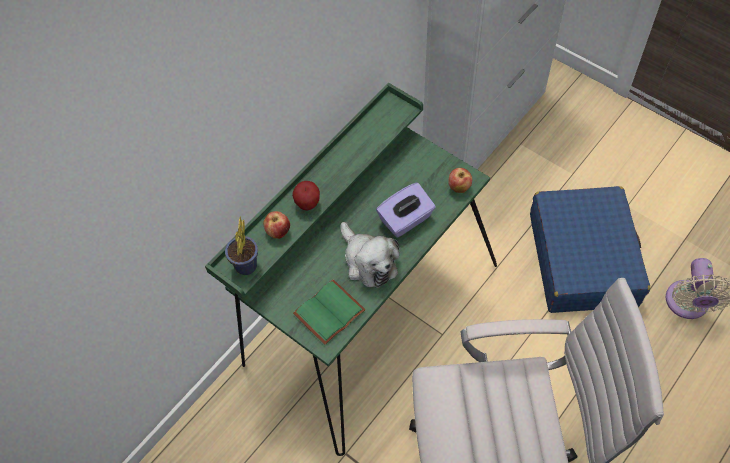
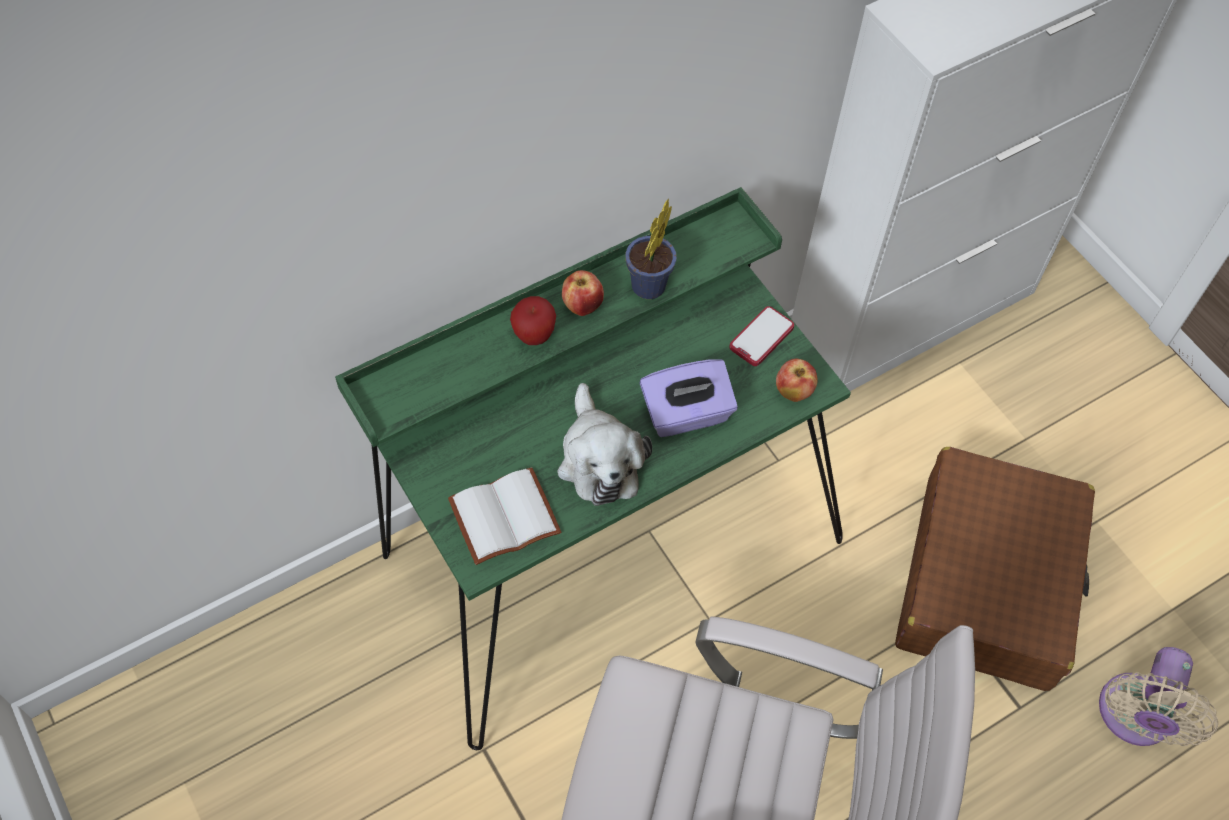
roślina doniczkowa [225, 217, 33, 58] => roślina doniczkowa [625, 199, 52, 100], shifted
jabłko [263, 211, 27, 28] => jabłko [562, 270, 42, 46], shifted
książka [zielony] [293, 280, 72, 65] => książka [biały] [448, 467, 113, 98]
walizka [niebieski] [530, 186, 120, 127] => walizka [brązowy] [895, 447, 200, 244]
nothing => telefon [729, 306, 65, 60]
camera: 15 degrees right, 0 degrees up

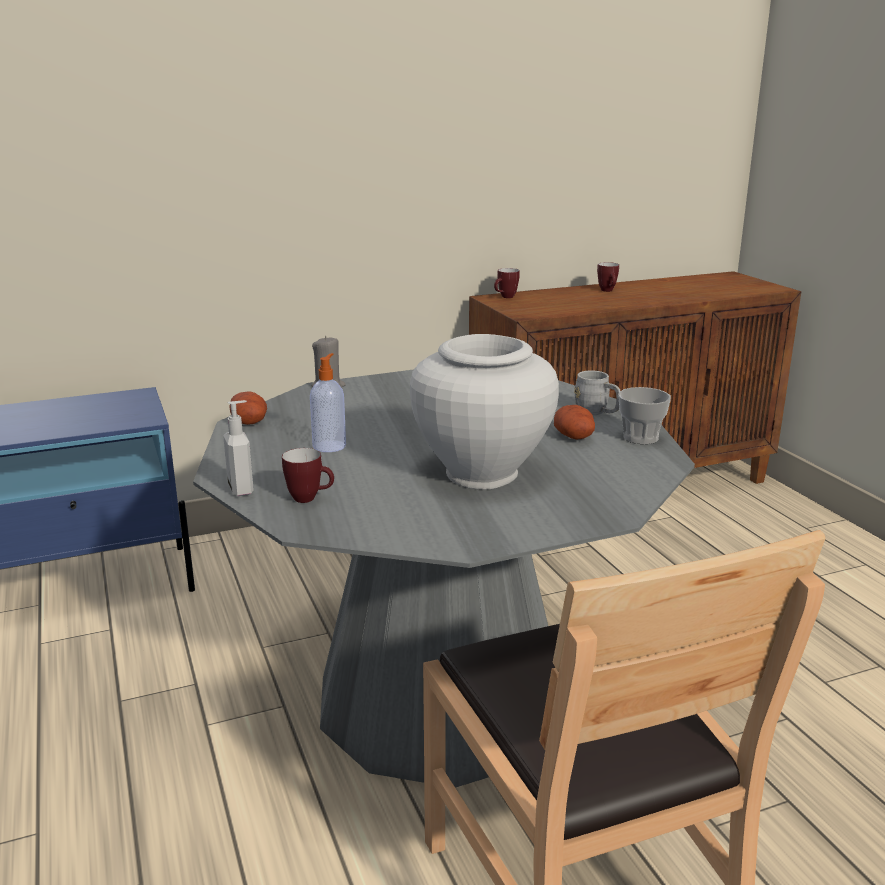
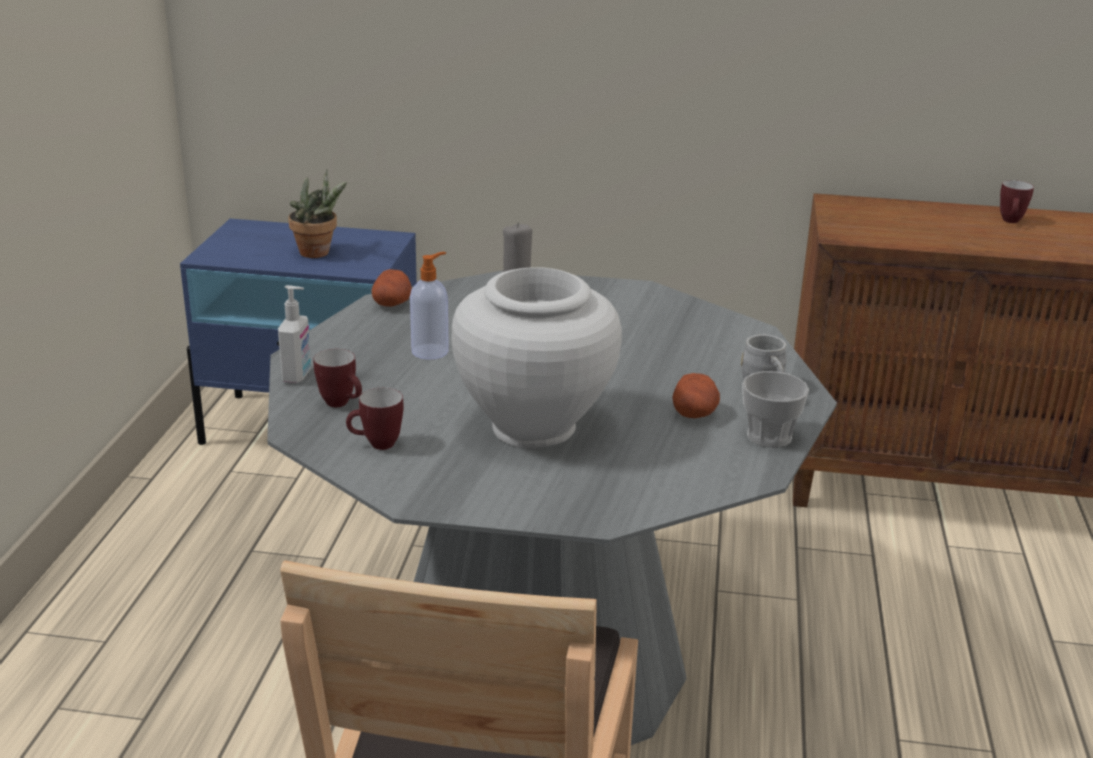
kubek [494, 268, 26, 30] => kubek [346, 388, 58, 62], shifted
nothing => roślina doniczkowa [288, 169, 59, 89]
camera: 30 degrees right, 5 degrees up

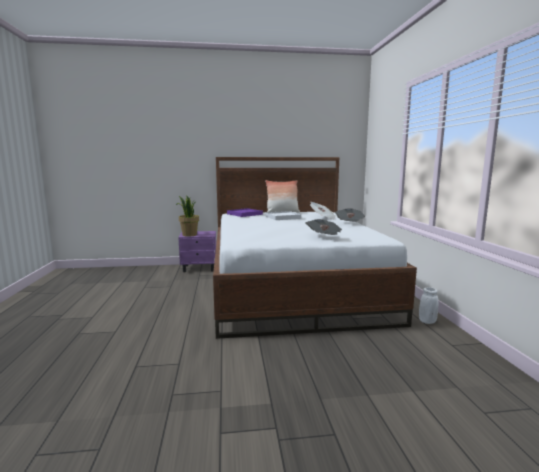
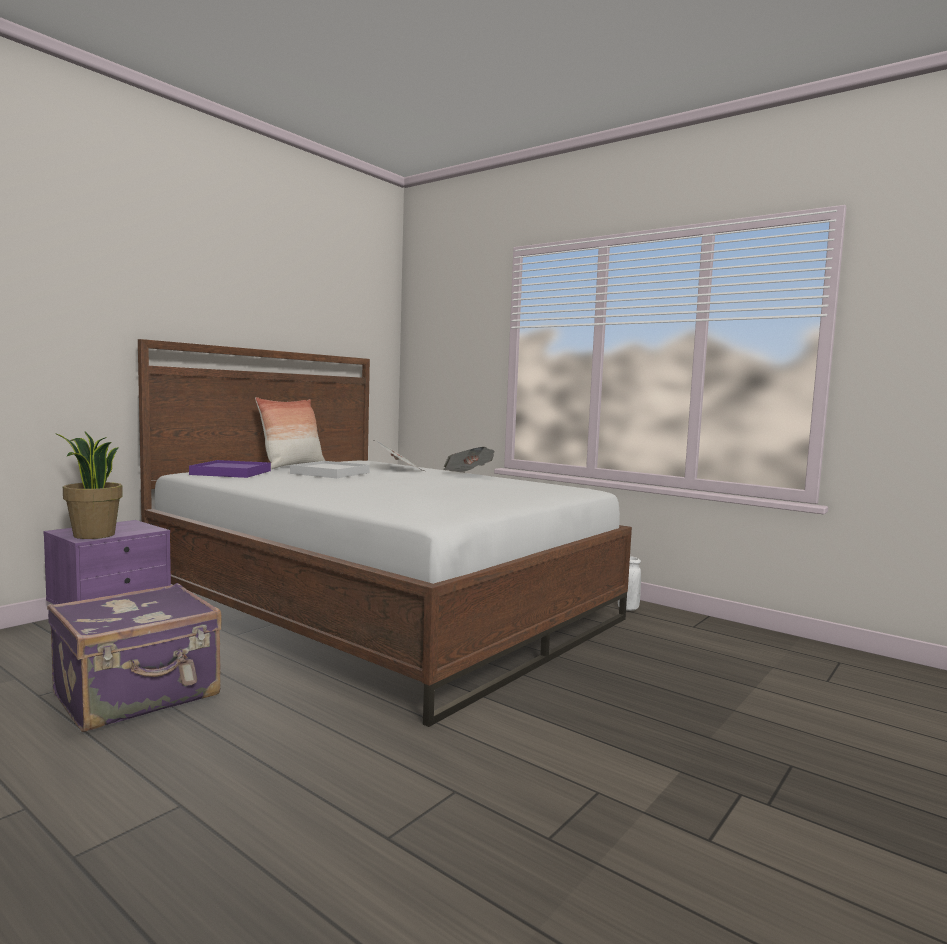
gazeta [306, 219, 36, 16] => nothing
nothing => walizka [fioletowy] [47, 583, 175, 149]
camera: 45 degrees left, 5 degrees down

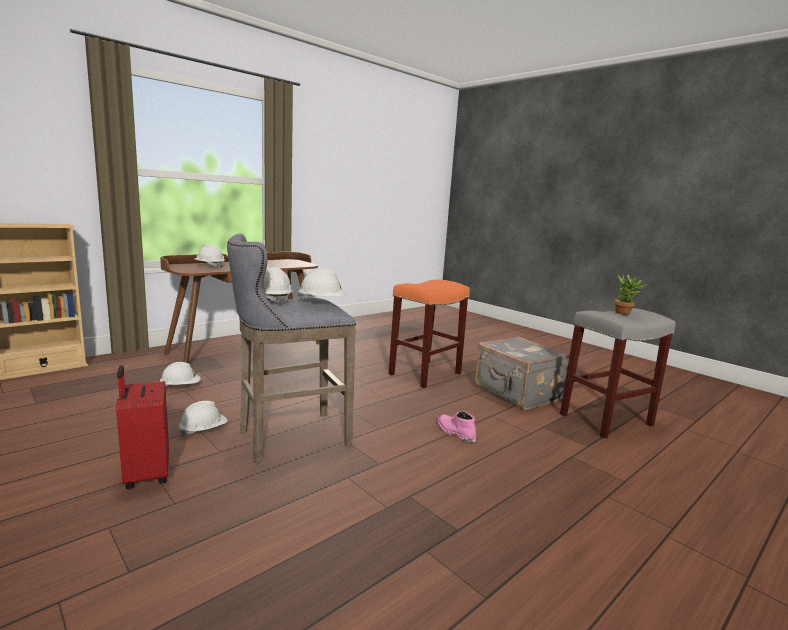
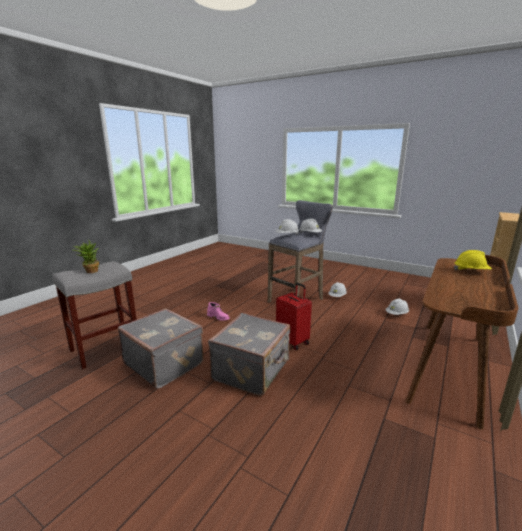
walizka [czerwony] [116, 365, 53, 124] => walizka [czerwony] [276, 283, 36, 67], shifted
kask [biały] [195, 244, 30, 24] => kask [żółty] [454, 250, 38, 20]
stołek [pomarańczowy] [388, 279, 82, 109] => walizka [szary] [208, 313, 82, 83]
camera: 165 degrees right, 5 degrees up

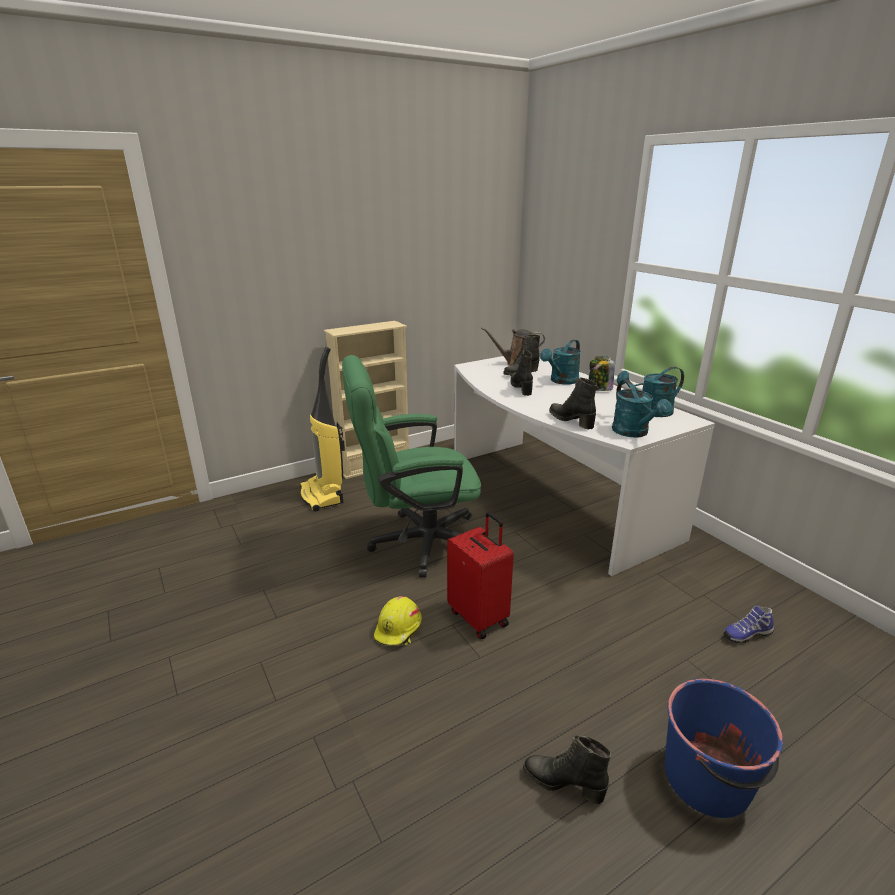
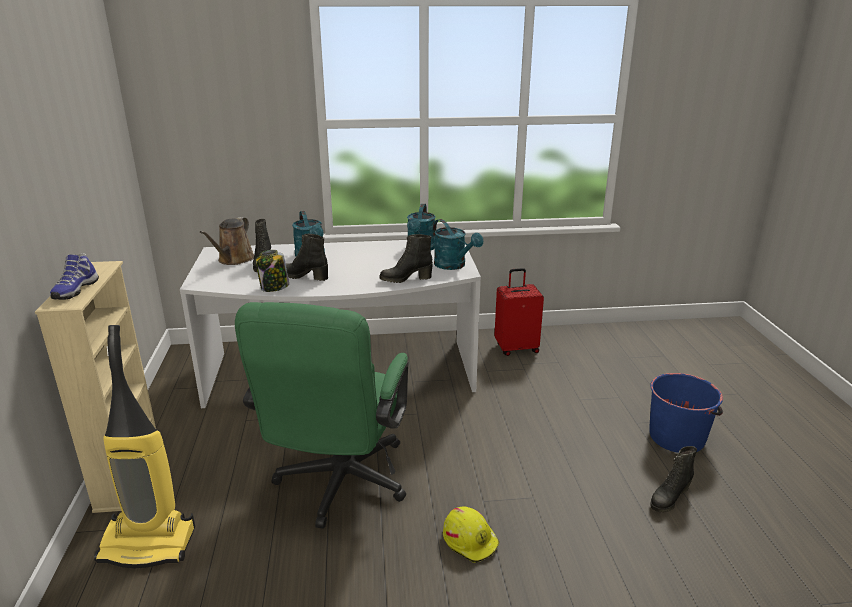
walizka [czerwony] [447, 512, 67, 127] => walizka [czerwony] [494, 268, 50, 88], shifted
słoik [589, 356, 26, 35] => słoik [256, 250, 33, 42], shifted
konewka [turkusowy] [612, 379, 60, 59] => konewka [turkusowy] [433, 219, 50, 51], 45 degrees clockwise
but [723, 606, 51, 37] => but [50, 253, 49, 47], shifted
camera: 65 degrees left, 0 degrees up

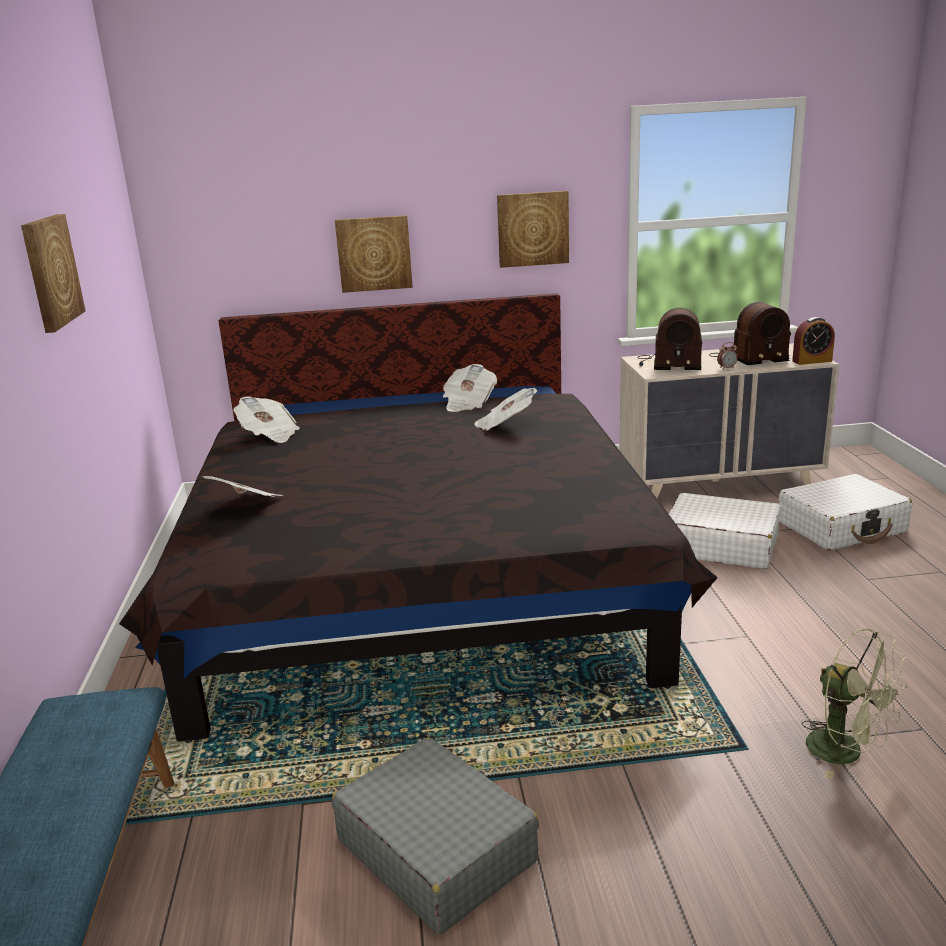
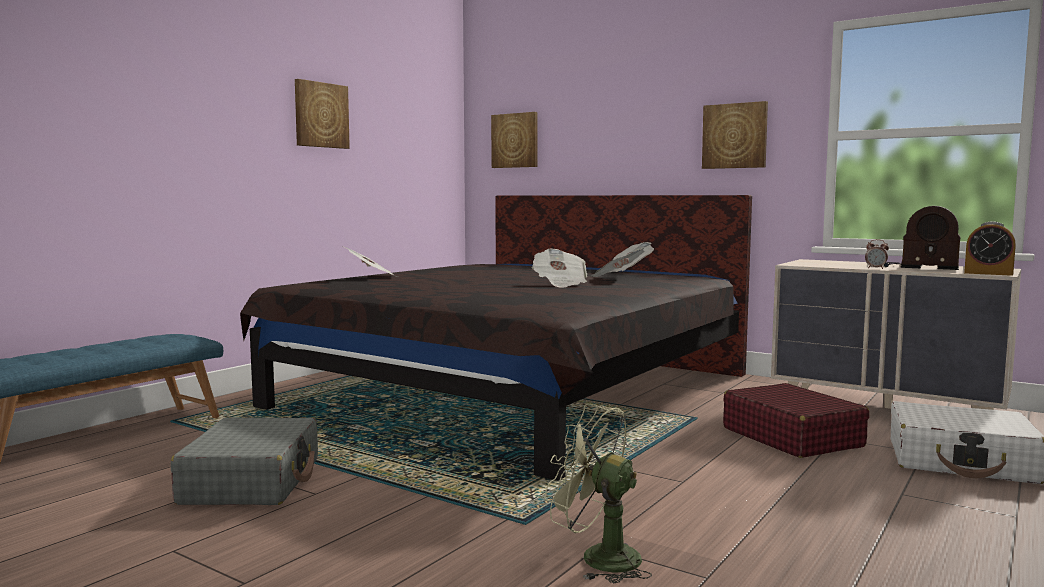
gazeta [234, 396, 66, 47] => gazeta [532, 249, 55, 39], shifted
obraz [335, 215, 78, 78] => obraz [491, 112, 47, 56], shifted
radio [637, 308, 65, 62] => nothing
walizka [biały] [669, 493, 112, 76] => walizka [czerwony] [723, 383, 147, 75]
wentylator [zielony] [801, 628, 106, 151] => wentylator [zielony] [545, 403, 107, 180], 120 degrees clockwise
camera: 40 degrees right, 15 degrees down

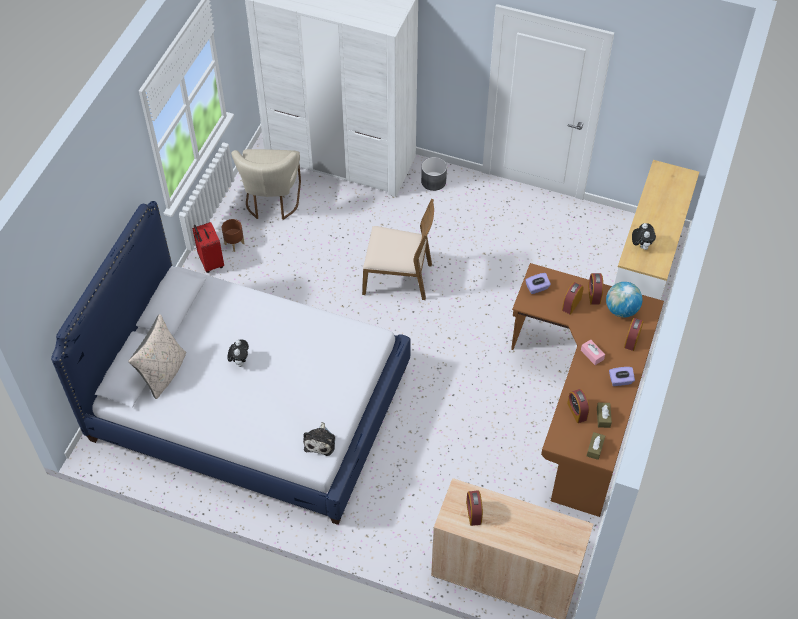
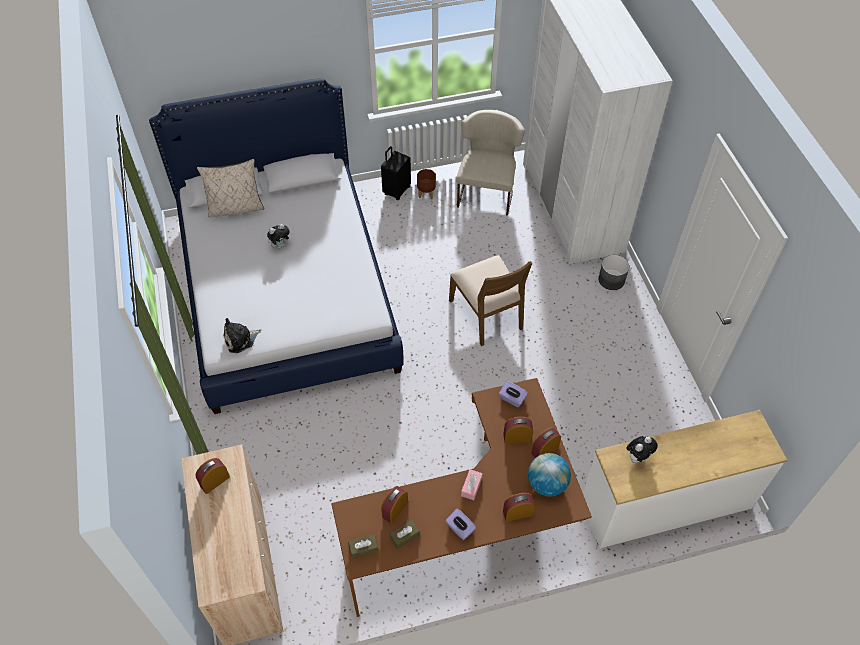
walizka [czerwony] [192, 222, 32, 51] => walizka [czarny] [381, 146, 30, 54]
krzesło [beżowy] [231, 149, 70, 71] => krzesło [beżowy] [457, 110, 68, 105], 135 degrees clockwise
camera: 55 degrees right, 0 degrees up

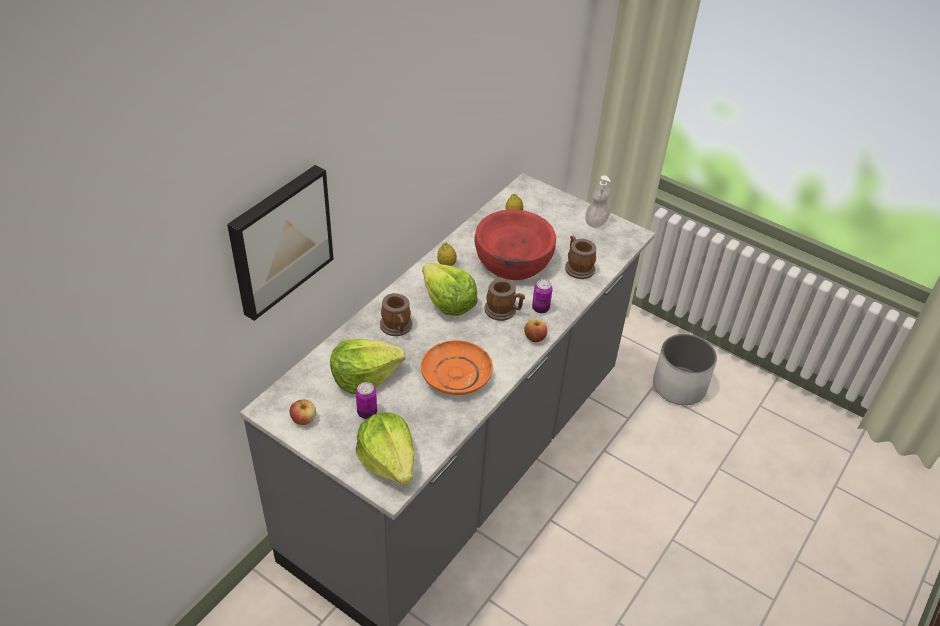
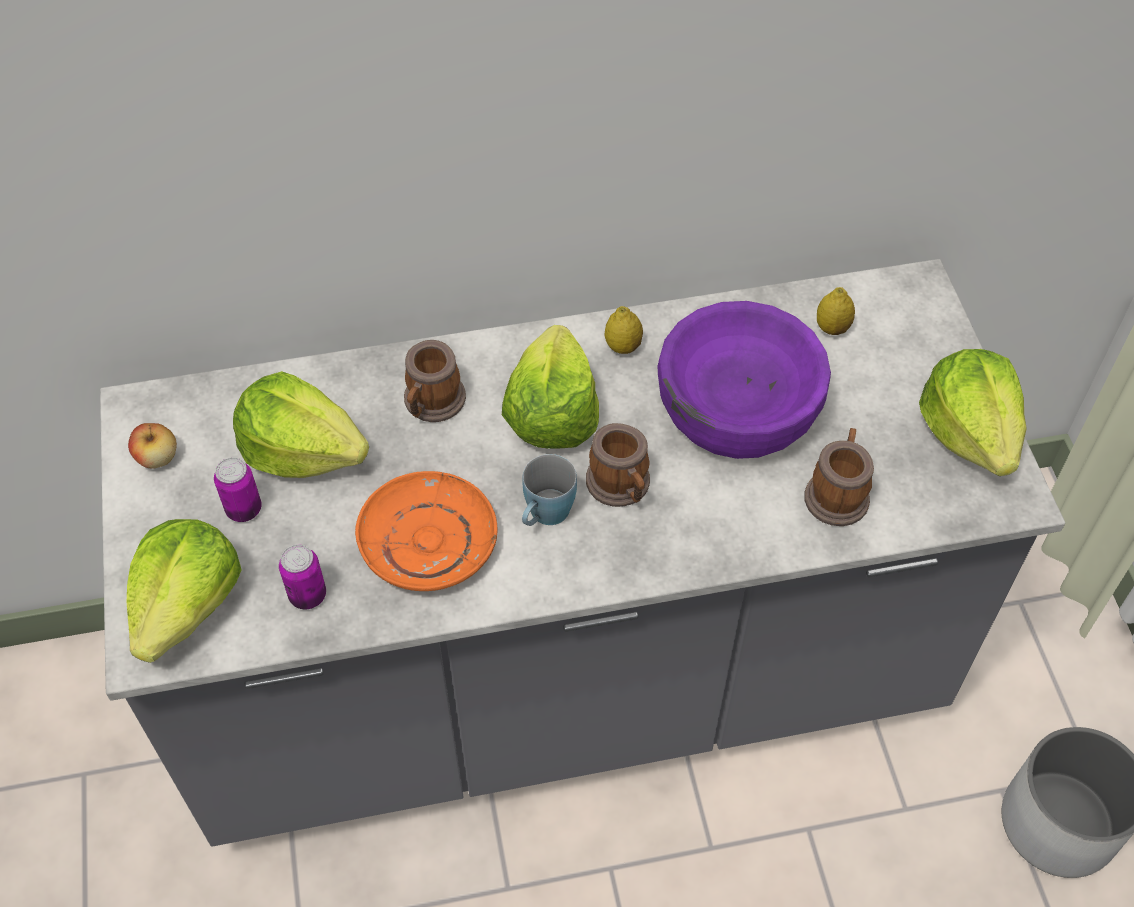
obraz [227, 165, 107, 156] => nothing
miska [czerwony] [474, 209, 82, 71] => miska [fioletowy] [658, 301, 173, 158]
jabłko [524, 319, 23, 23] => nothing
puszka [532, 279, 21, 34] => puszka [279, 544, 47, 65], shifted
dozownik mydła [585, 175, 26, 53] => sałata [919, 349, 108, 127]
nothing => kubek [niebieski] [522, 454, 55, 72]
camera: 45 degrees right, 10 degrees up

